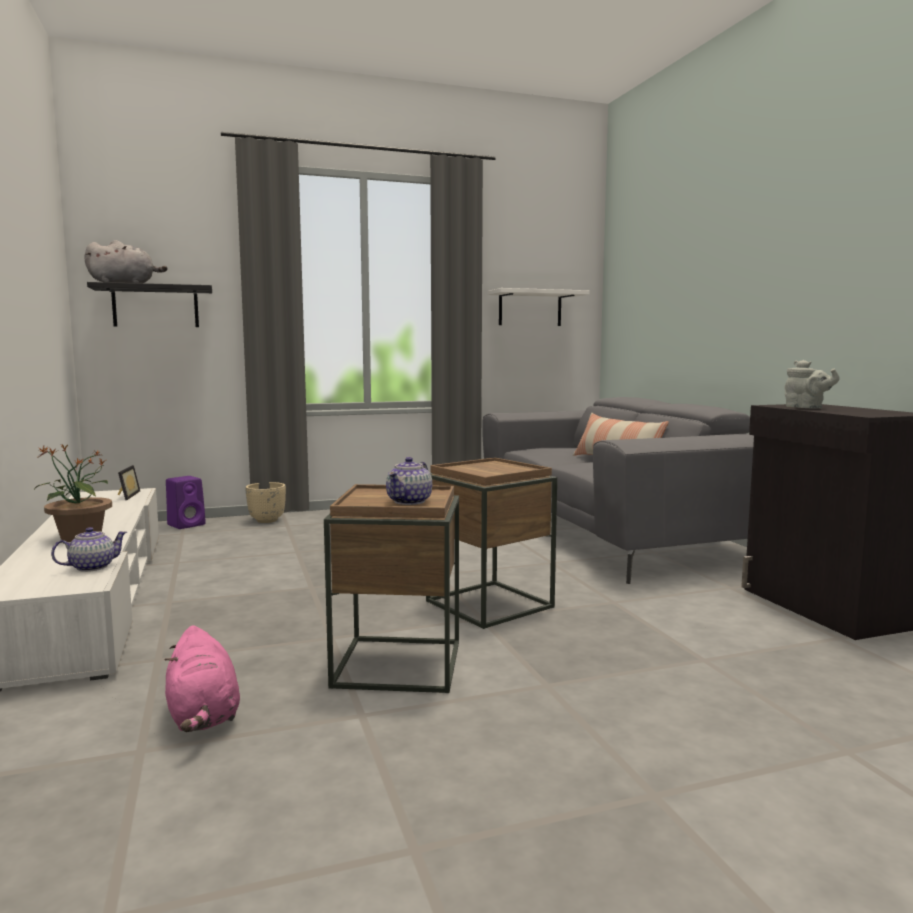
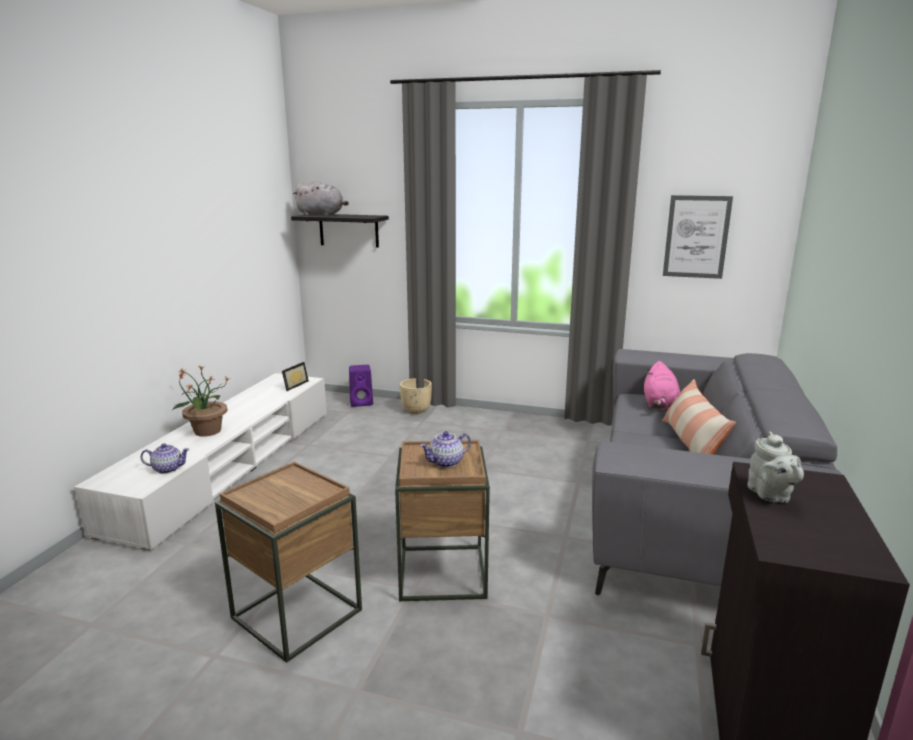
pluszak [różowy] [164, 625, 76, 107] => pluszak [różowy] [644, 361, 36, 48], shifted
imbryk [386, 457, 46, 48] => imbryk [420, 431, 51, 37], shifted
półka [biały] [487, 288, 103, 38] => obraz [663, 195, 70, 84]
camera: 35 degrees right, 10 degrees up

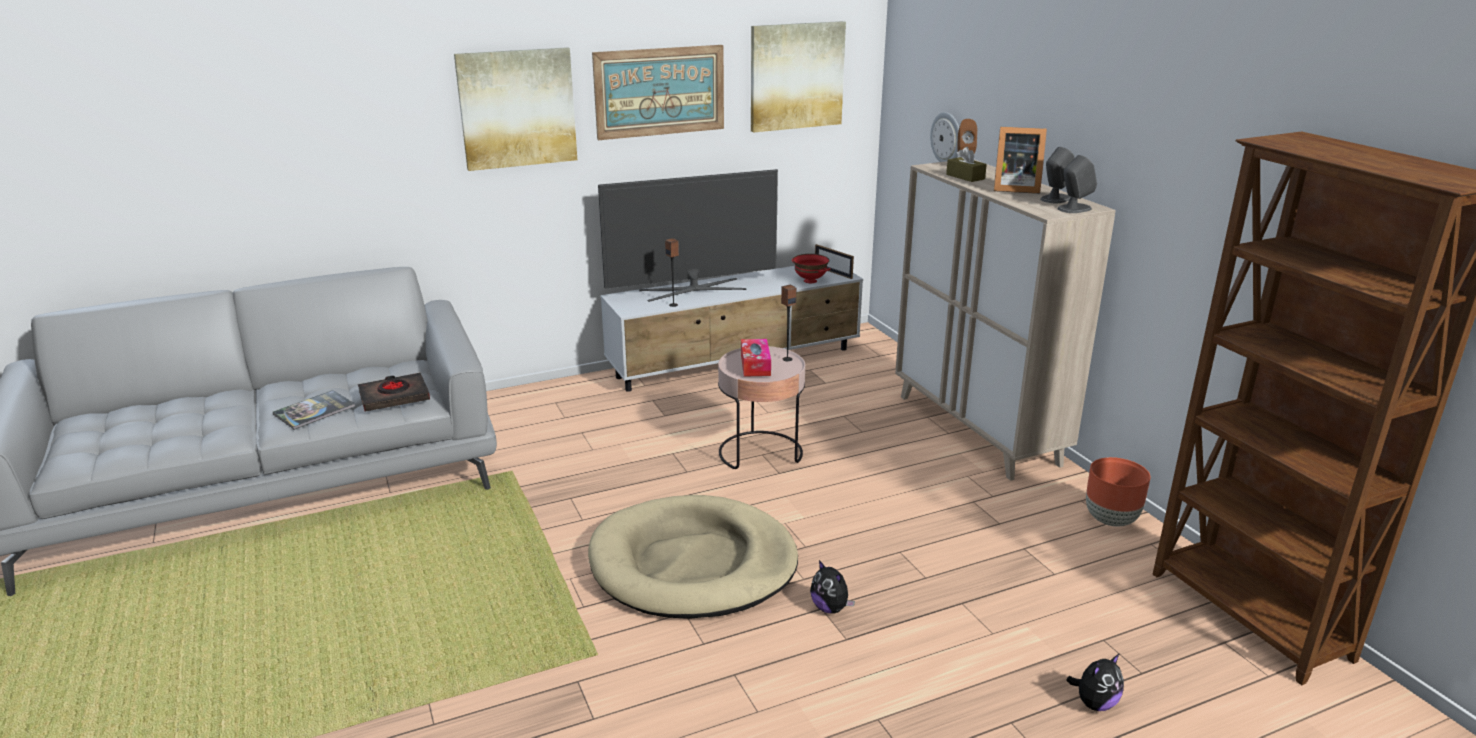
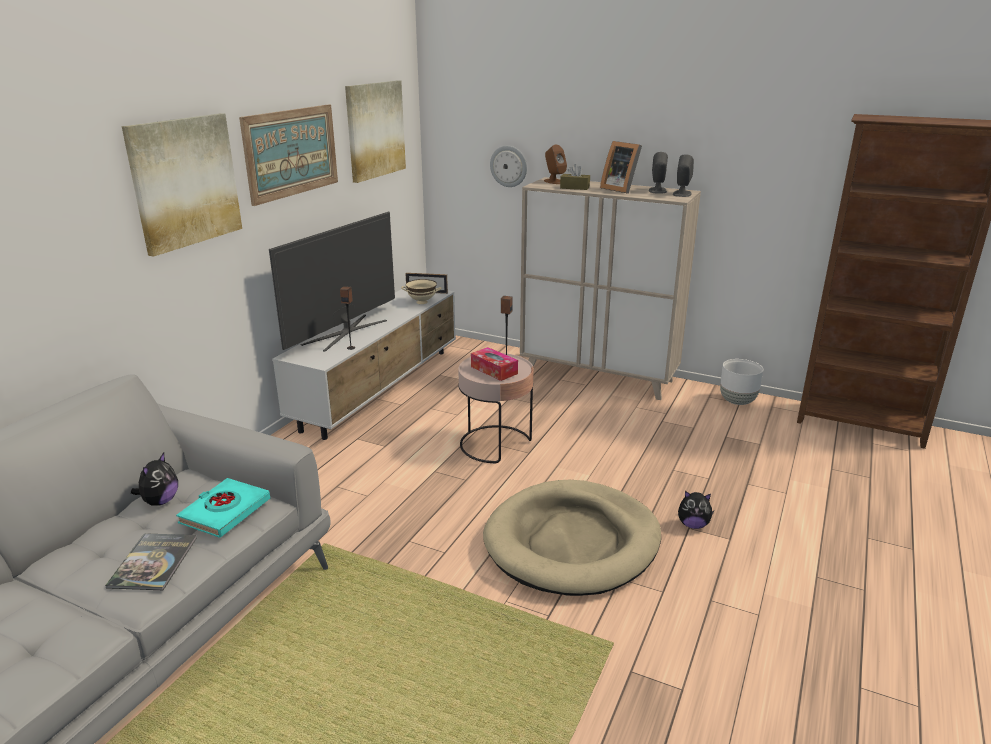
książka [czarny] [358, 373, 72, 38] => książka [turkusowy] [176, 478, 94, 60]
miska [czerwony] [792, 254, 39, 29] => miska [beżowy] [401, 279, 41, 25]
ramka na zdjęcie [994, 127, 53, 67] => ramka na zdjęcie [600, 141, 42, 53], 75 degrees clockwise
pluszak [1066, 653, 58, 58] => pluszak [131, 453, 47, 53], shifted
donica [brązowy] [1086, 457, 65, 70] => donica [biały] [720, 359, 43, 46]
camera: 40 degrees left, 0 degrees up

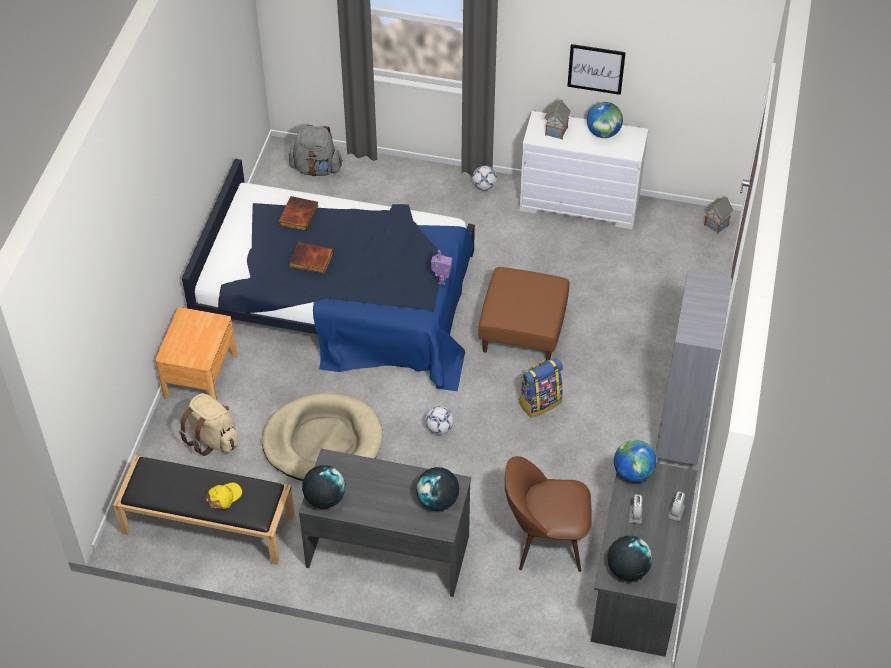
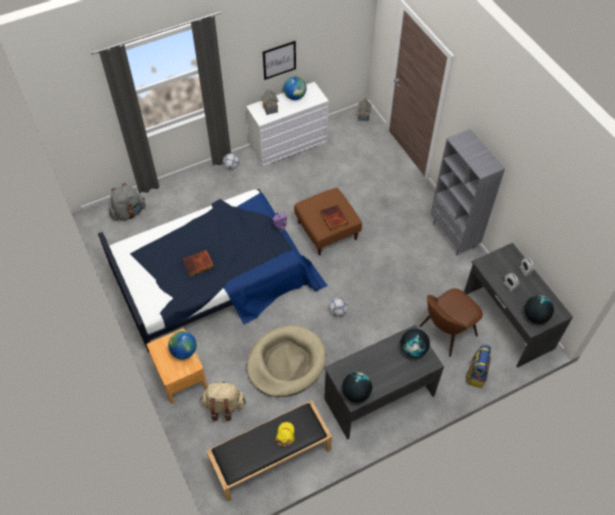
książka [279, 196, 39, 35] => książka [320, 205, 28, 26], shifted
plecak [519, 358, 44, 60] => plecak [465, 345, 26, 43], shifted
globus [614, 440, 42, 42] => globus [168, 331, 29, 28], shifted
camera: 40 degrees left, 5 degrees up

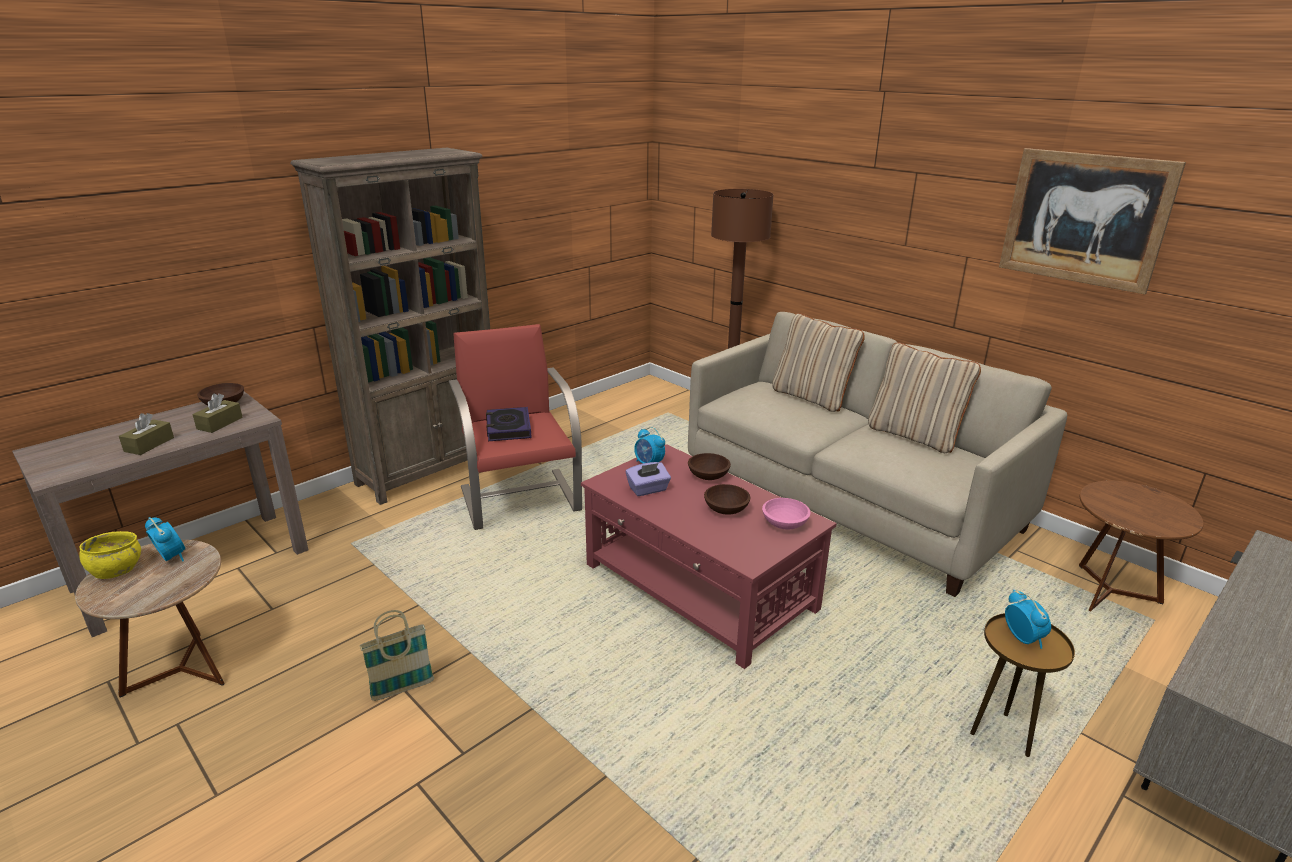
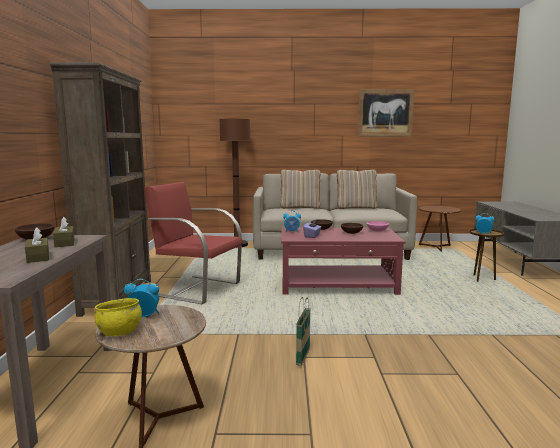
książka [486, 407, 46, 34] => nothing
camera: 45 degrees left, 15 degrees down

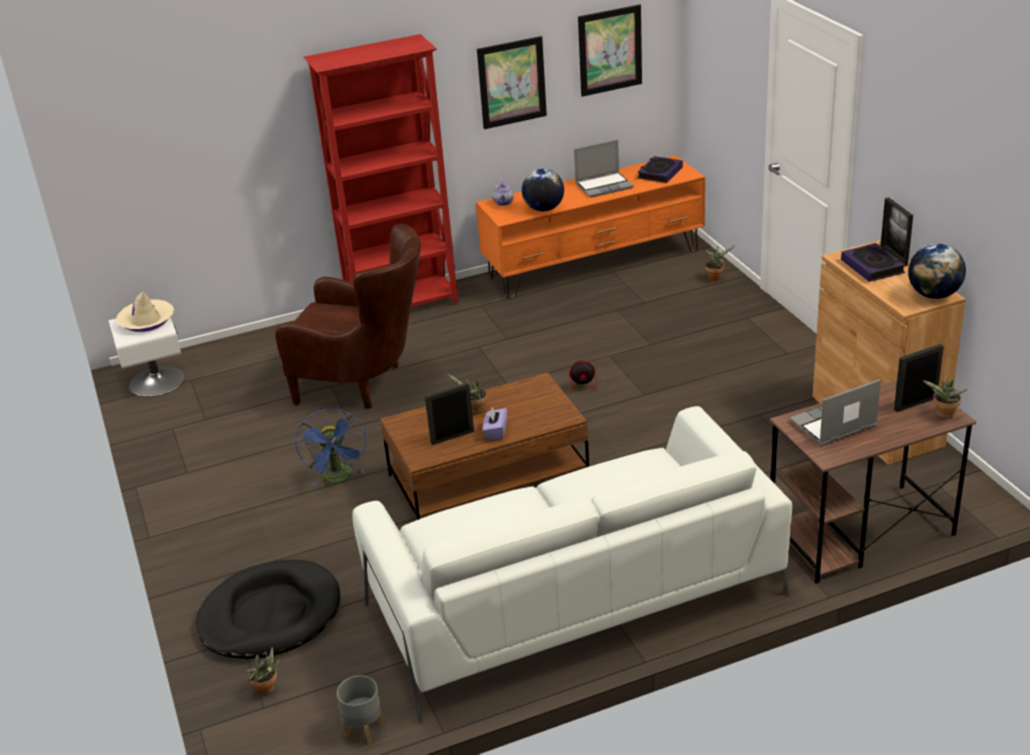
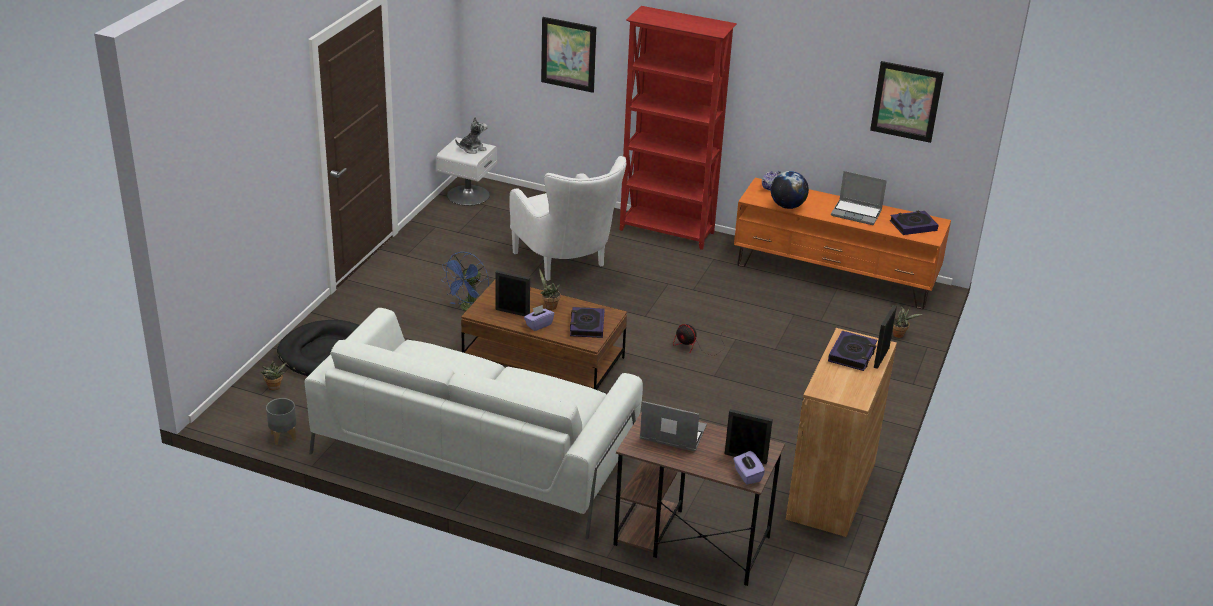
kapelusz [beżowy] [116, 292, 58, 40] => pluszak [455, 117, 33, 37]
fotel [brązowy] [275, 224, 146, 185] => fotel [biały] [509, 156, 117, 125]
obraz [477, 36, 70, 93] => obraz [541, 17, 55, 76], shifted
globus [908, 244, 58, 55] => nothing
roślina doniczkowa [922, 379, 45, 40] => pudełko chusteczek [fioletowy] [733, 451, 32, 33]
nothing => książka [570, 307, 35, 31]
camera: 40 degrees right, 0 degrees up

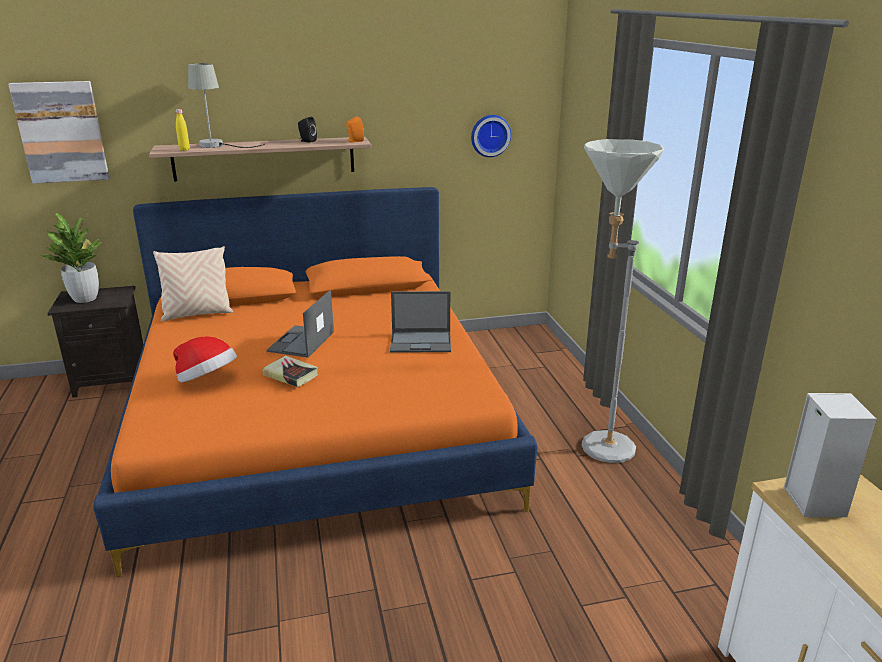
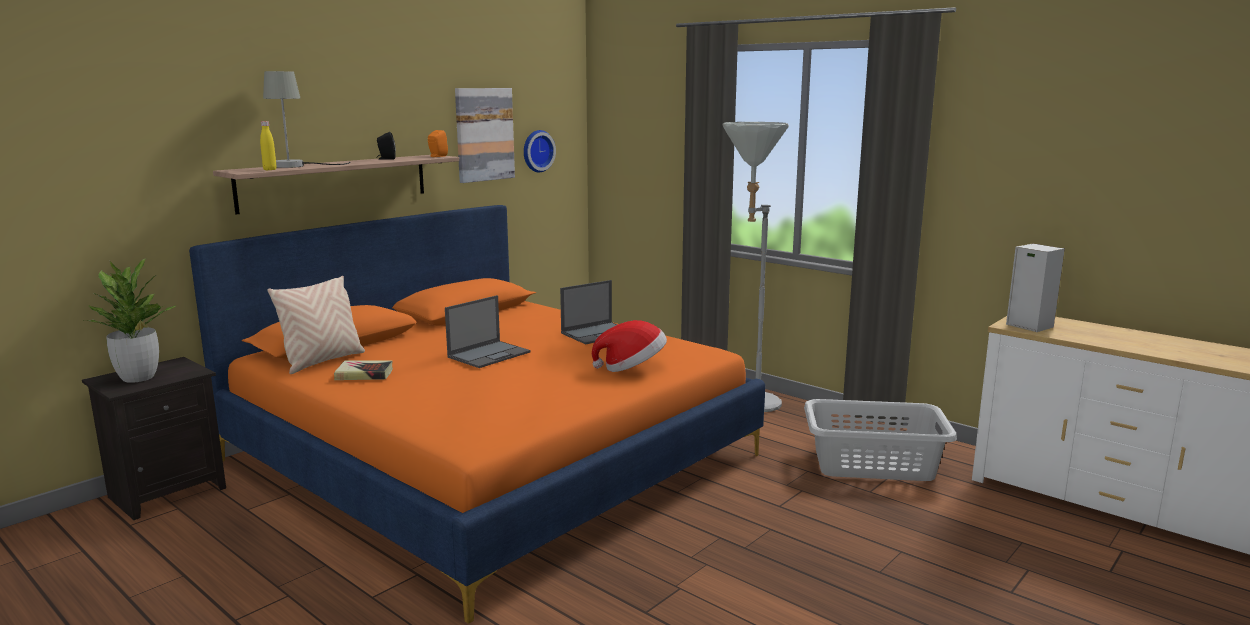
obraz [8, 81, 101, 103] => obraz [455, 88, 60, 95], shifted
kapelusz [173, 337, 64, 46] => kapelusz [592, 320, 75, 52], shifted
książka [262, 355, 56, 32] => książka [334, 360, 59, 20], shifted
laptop [267, 290, 67, 68] => laptop [445, 295, 86, 73], 120 degrees counterclockwise
nothing => kosz na pranie [szary] [804, 399, 153, 82]
camera: 35 degrees left, 10 degrees down

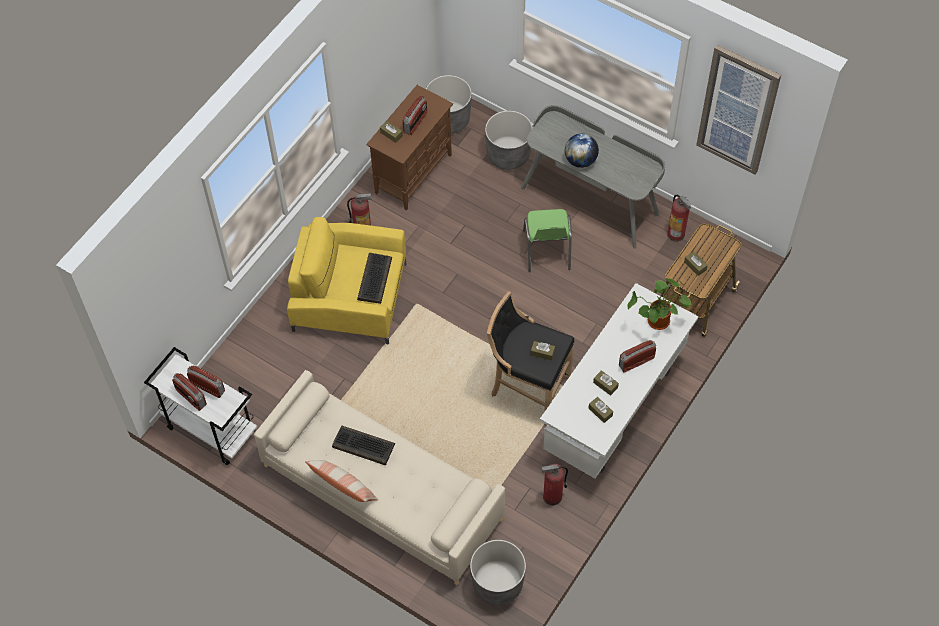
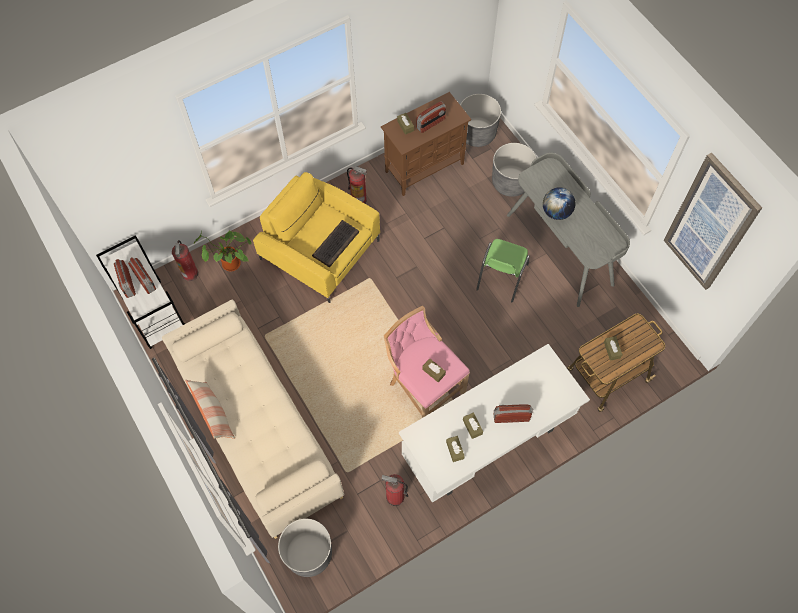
klawiatura [332, 425, 63, 41] => nothing
stołek [czarny] [487, 291, 88, 134] => stołek [różowy] [384, 306, 86, 112]
roślina doniczkowa [627, 278, 65, 52] => roślina doniczkowa [194, 230, 58, 41], shifted
gaśnica [667, 195, 25, 47] => gaśnica [172, 240, 27, 41], shifted
camera: 25 degrees right, 5 degrees up

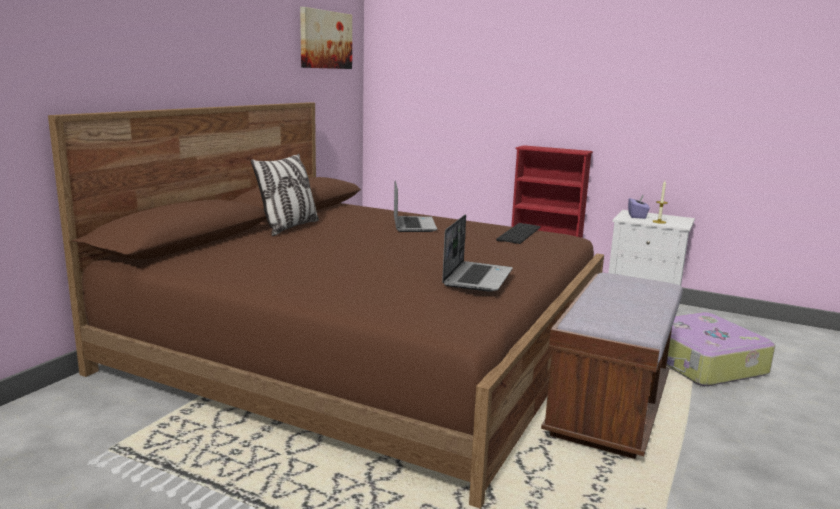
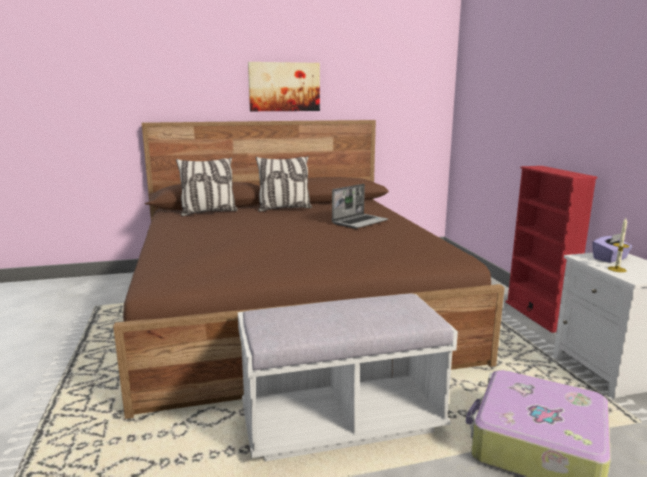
obraz [300, 7, 52, 62] => obraz [248, 62, 72, 49], shifted
laptop [442, 214, 71, 78] => nothing
klawiatura [496, 223, 45, 21] => nothing
ławka [brązowy] [541, 273, 142, 186] => ławka [biały] [238, 293, 220, 168]
nothing => poduszka [176, 158, 62, 58]
camera: 50 degrees right, 0 degrees up

